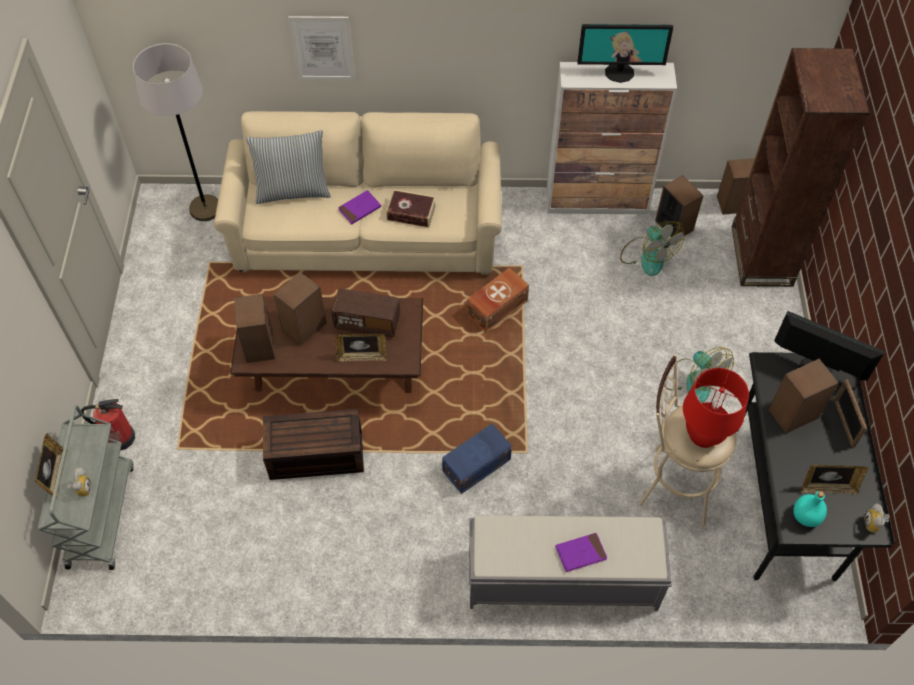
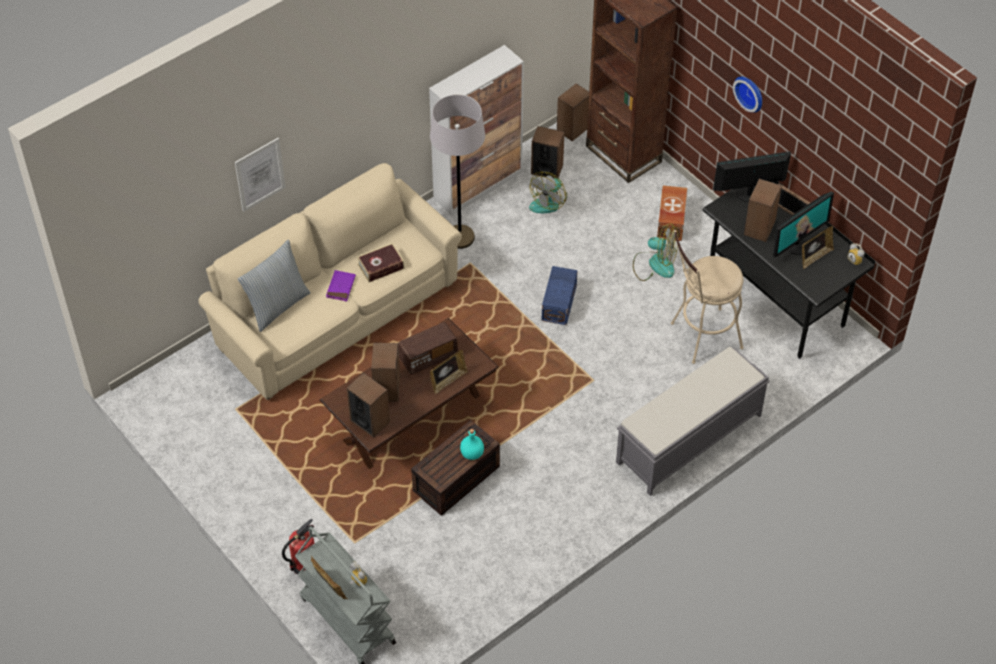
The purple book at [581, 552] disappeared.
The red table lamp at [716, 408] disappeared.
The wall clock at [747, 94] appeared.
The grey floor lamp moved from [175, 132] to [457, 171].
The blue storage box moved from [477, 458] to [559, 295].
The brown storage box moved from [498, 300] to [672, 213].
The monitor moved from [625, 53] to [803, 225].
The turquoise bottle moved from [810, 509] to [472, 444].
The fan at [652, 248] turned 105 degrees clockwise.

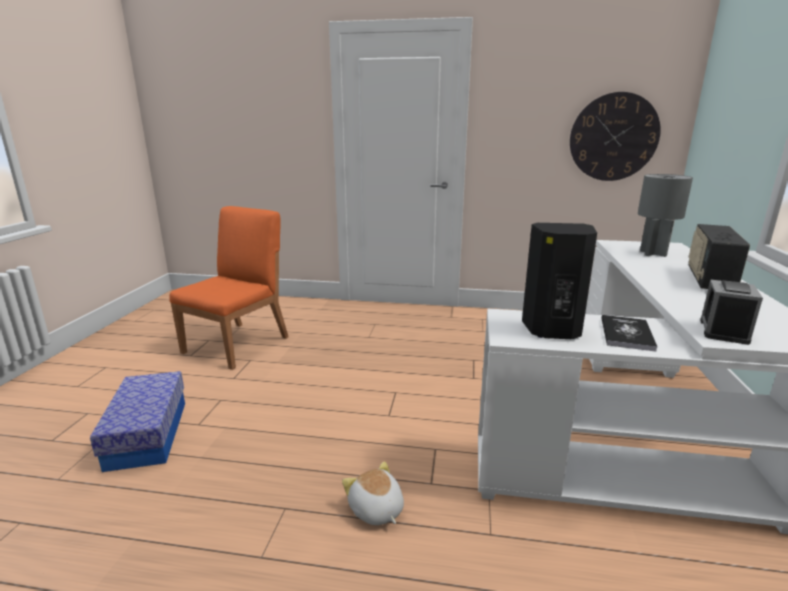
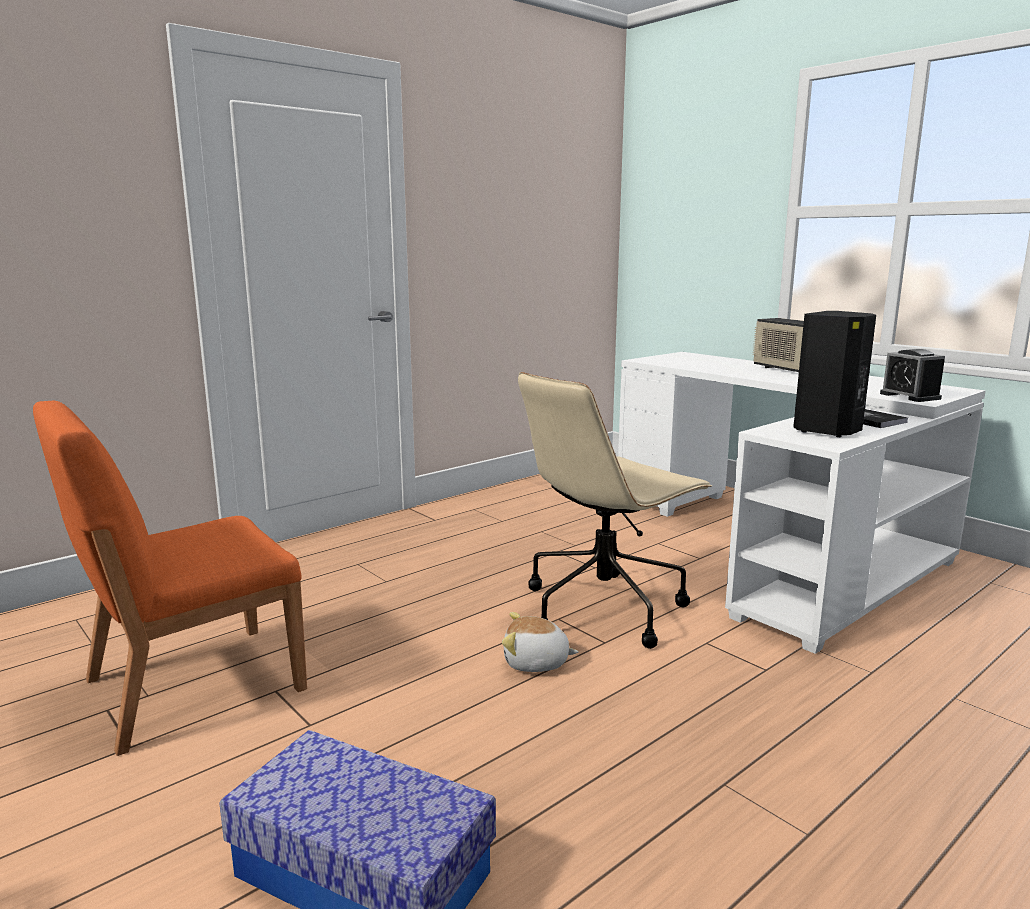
The wall clock at [615, 136] disappeared.
The grey table lamp at [665, 215] disappeared.
The beige office chair at [615, 510] appeared.
The plush toy moved from [373, 493] to [540, 642].
The orange chair at [229, 288] turned 105 degrees counterclockwise.

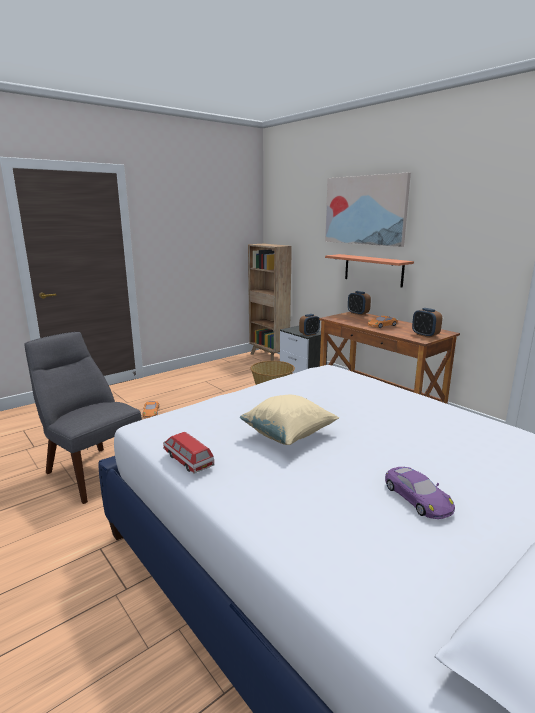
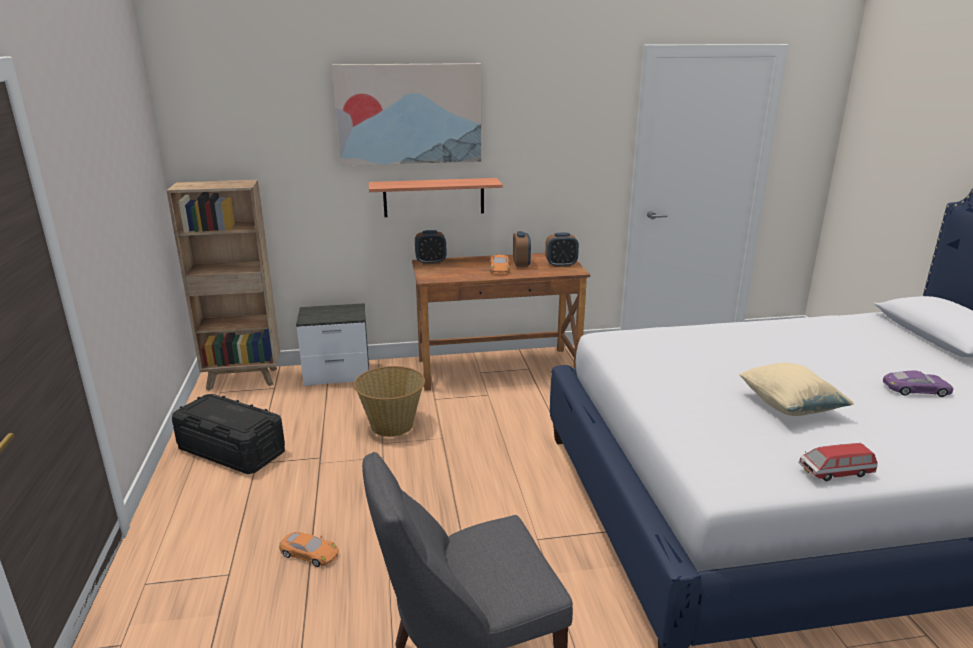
The black storage box at [228, 434] appeared.
The alarm clock moved from [309, 325] to [522, 249].

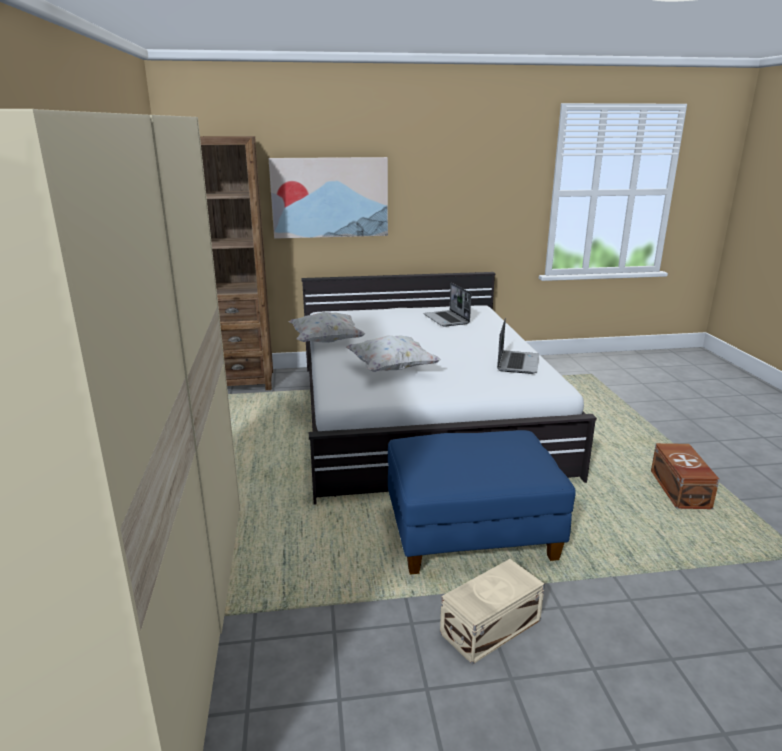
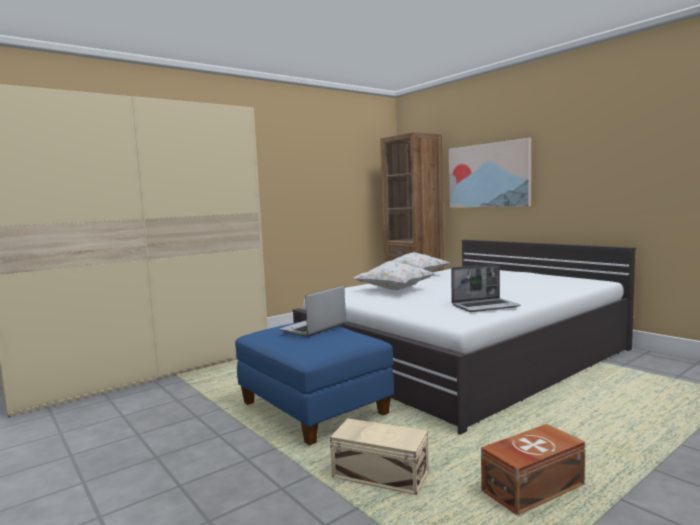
The laptop moved from [447, 305] to [312, 311].
The beige storage box moved from [492, 612] to [379, 456].

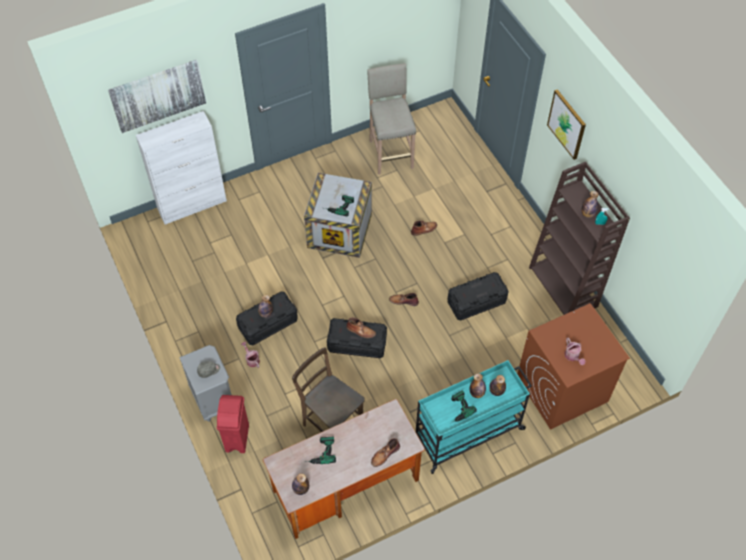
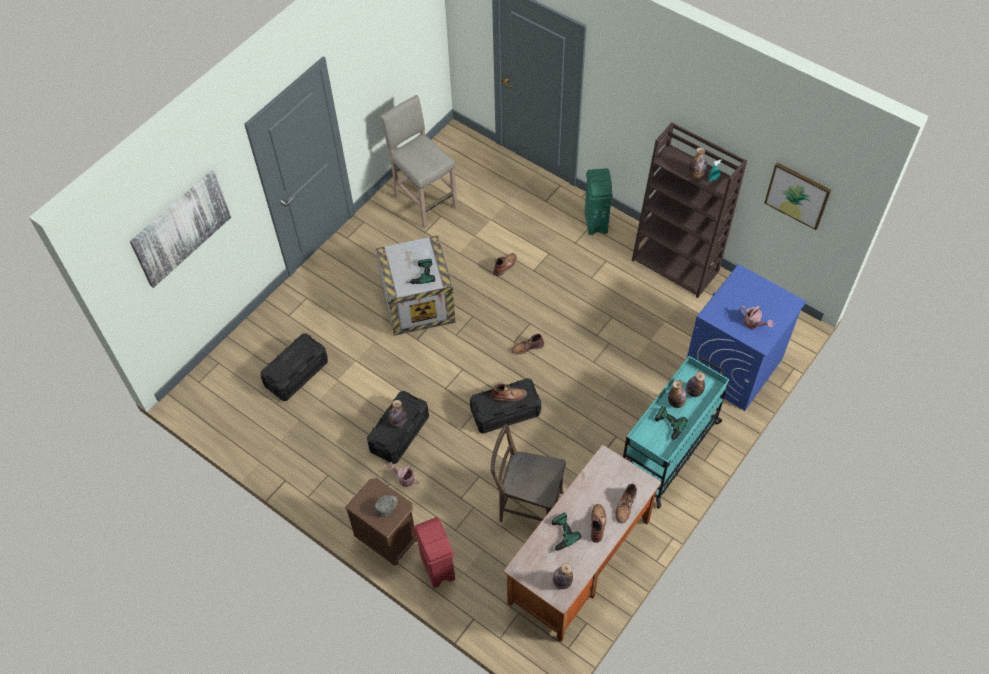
The white cabinet at [181, 167] disappeared.
The green trash can at [599, 201] appeared.
The brown boot at [598, 523] appeared.
The black storage box moved from [478, 296] to [294, 367].
The picture moved from [566, 124] to [797, 196].
The grey nightstand at [205, 383] became the brown nightstand at [381, 522].
The brown washing machine at [573, 366] became the blue washing machine at [747, 337].

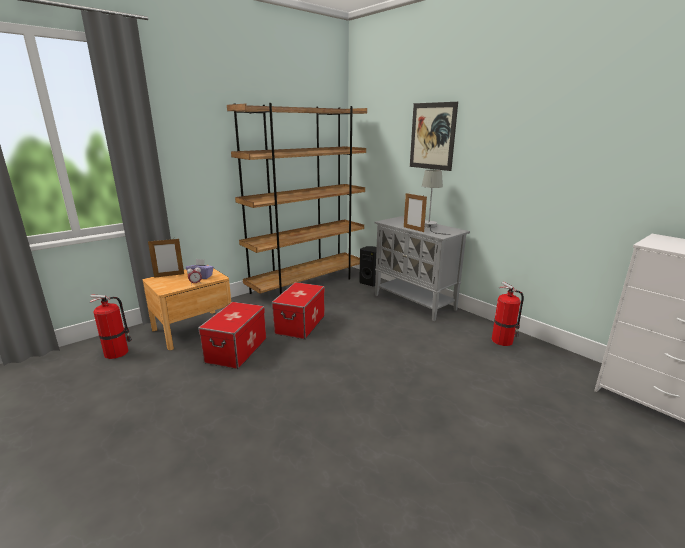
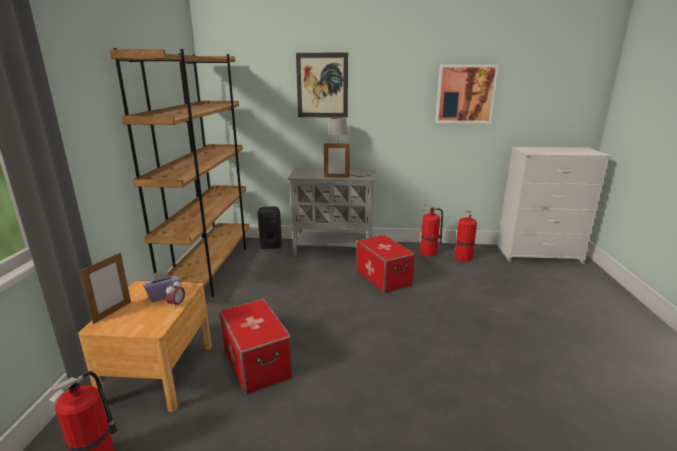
The picture at [467, 94] appeared.
The fire extinguisher at [466, 236] appeared.
The storage box moved from [298, 310] to [386, 264].

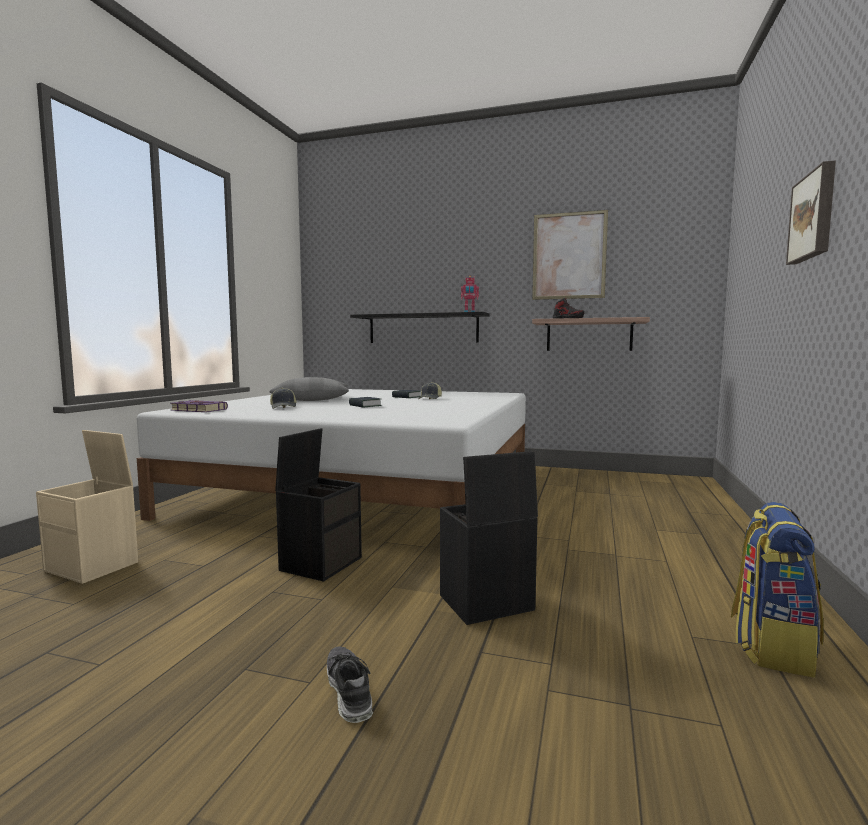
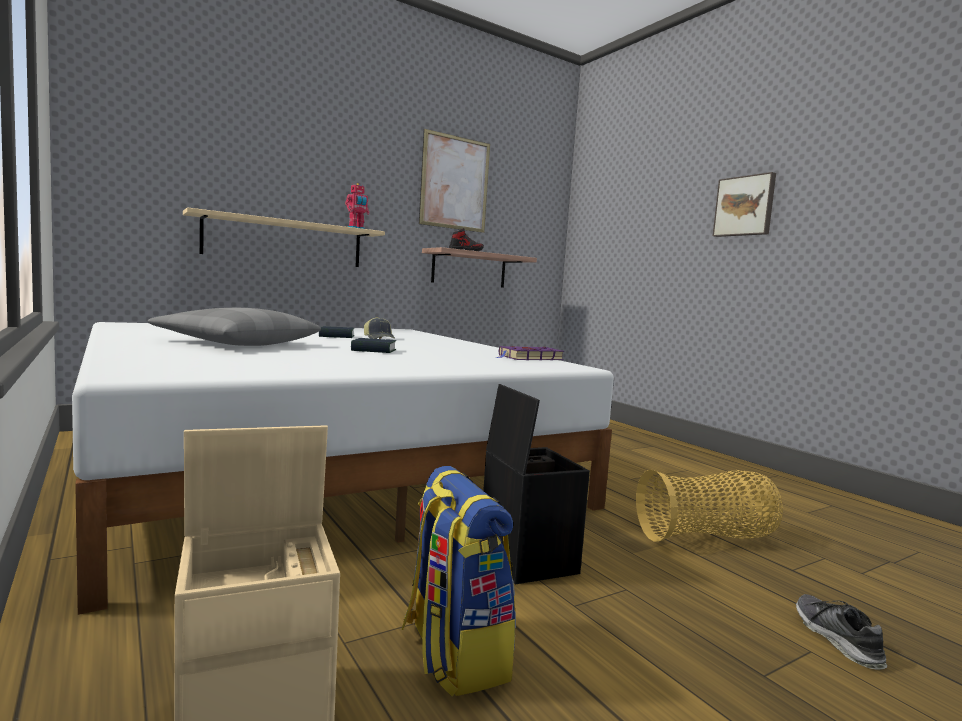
The cap at [283, 398] disappeared.
The purple book moved from [199, 406] to [530, 353].
The backpack moved from [777, 590] to [458, 581].
The black storage box at [489, 538] was replaced by the basket at [709, 505].
The black shelf at [420, 327] became the beige shelf at [284, 237].
The shoe at [350, 684] turned 60 degrees clockwise.

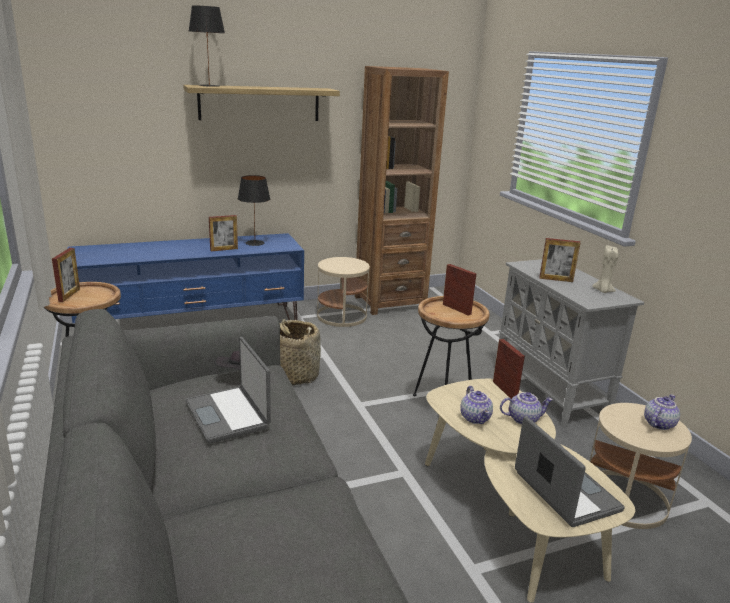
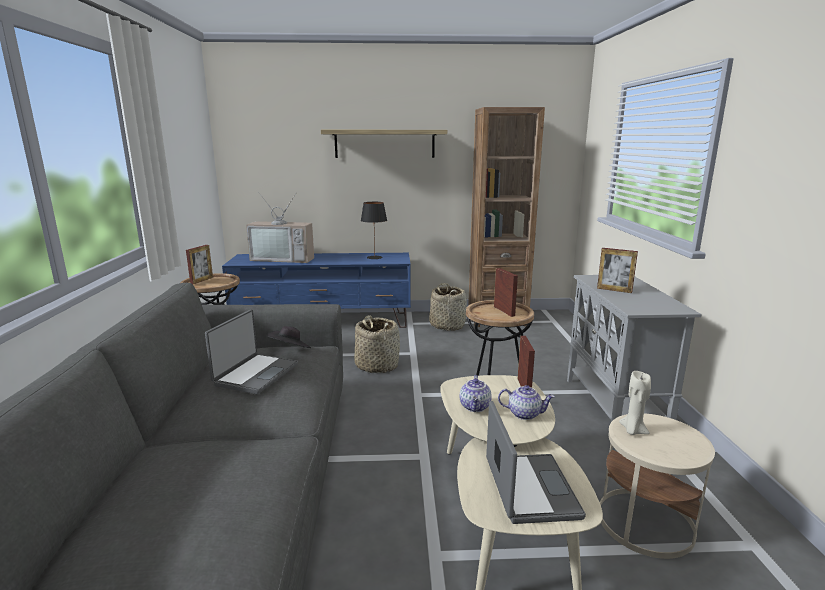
The black table lamp at [207, 46] disappeared.
The picture frame at [223, 233] disappeared.
The teapot at [662, 412] disappeared.
The television at [280, 227] appeared.
The beige candle moved from [605, 269] to [635, 403].
The beige side table at [343, 292] was replaced by the basket at [448, 307].
The laptop at [228, 390] turned 150 degrees counterclockwise.

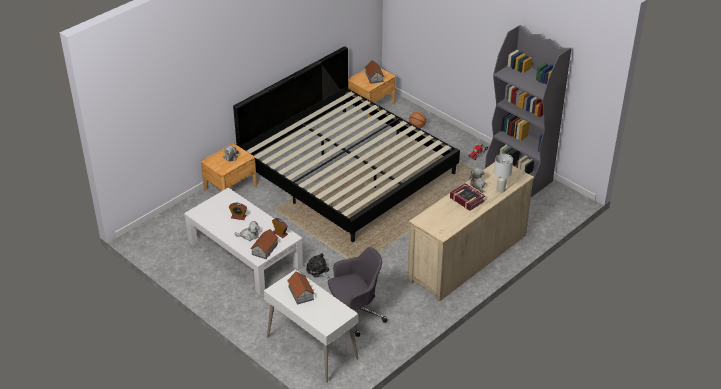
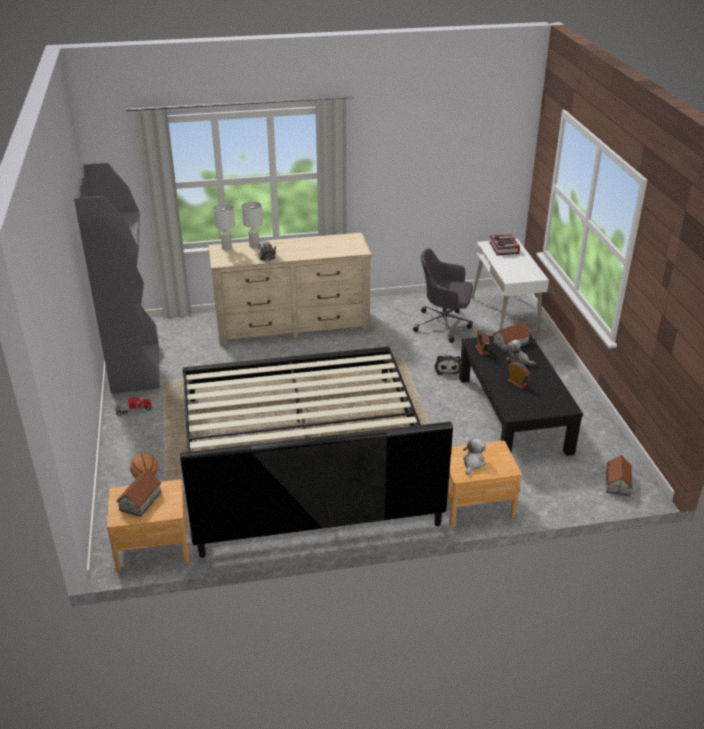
The white table lamp at [224, 227] appeared.
The toy house moved from [301, 288] to [619, 475].
The book moved from [467, 197] to [504, 244].
The white coffee table at [243, 241] became the black coffee table at [521, 394].

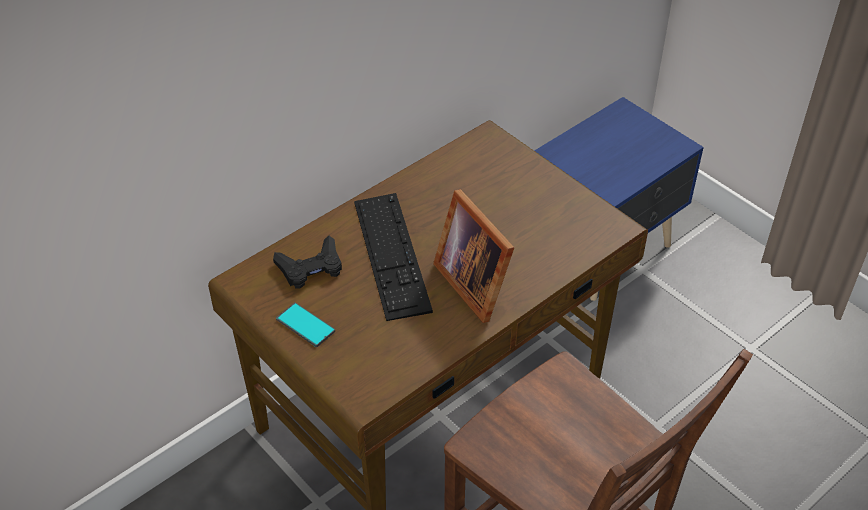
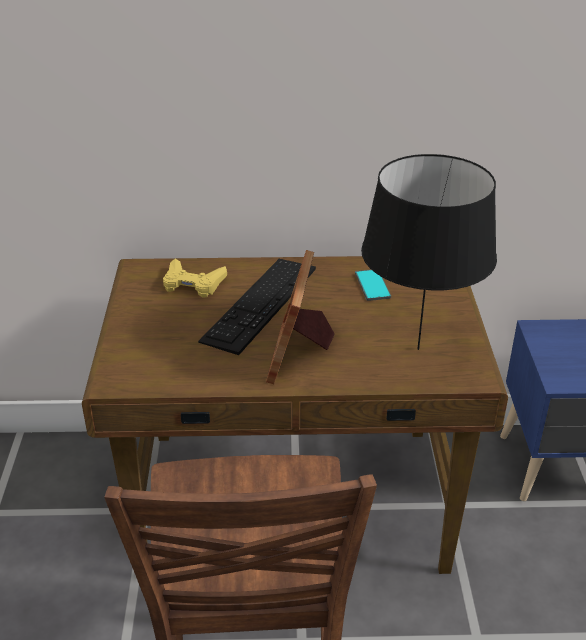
The black table lamp at [429, 252] appeared.
The phone moved from [305, 324] to [373, 285].
The black game controller at [307, 262] became the yellow game controller at [195, 278].

